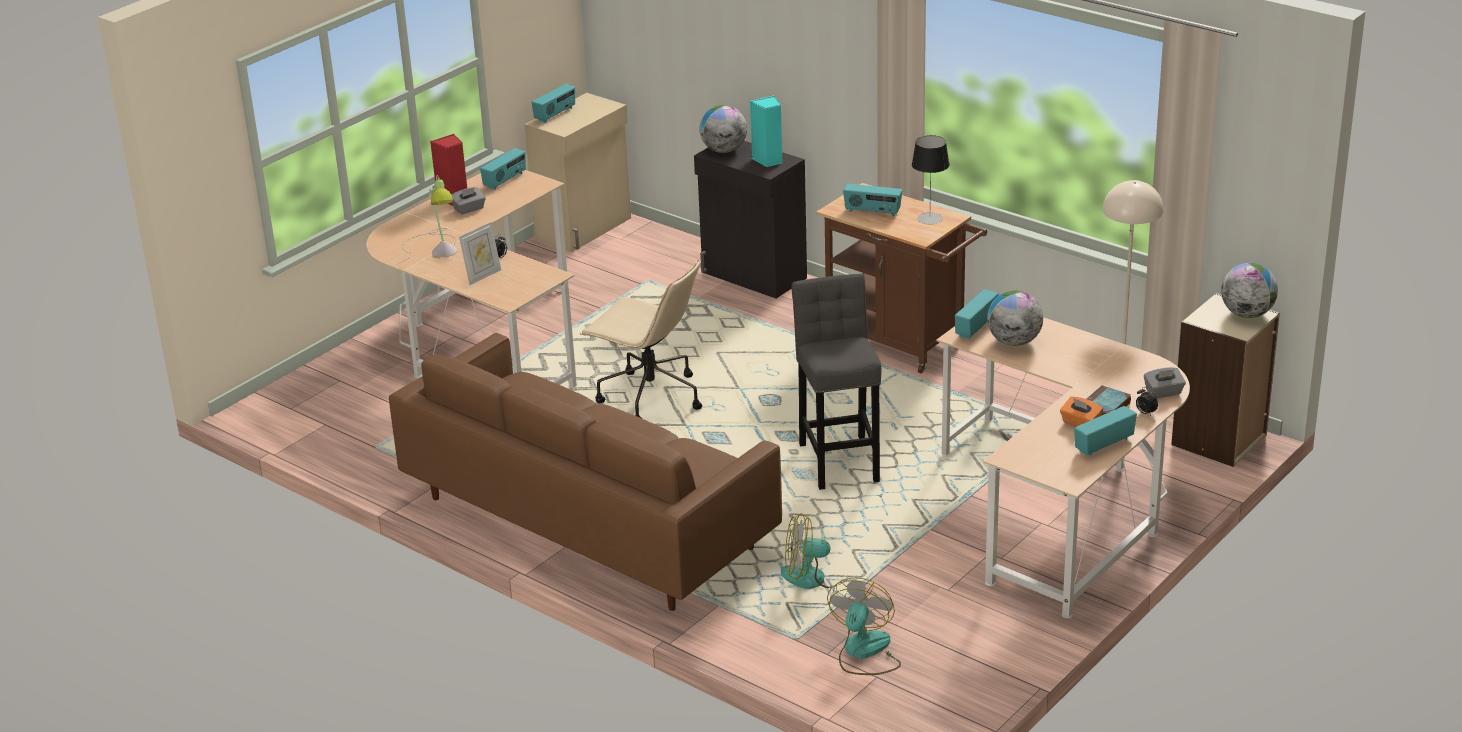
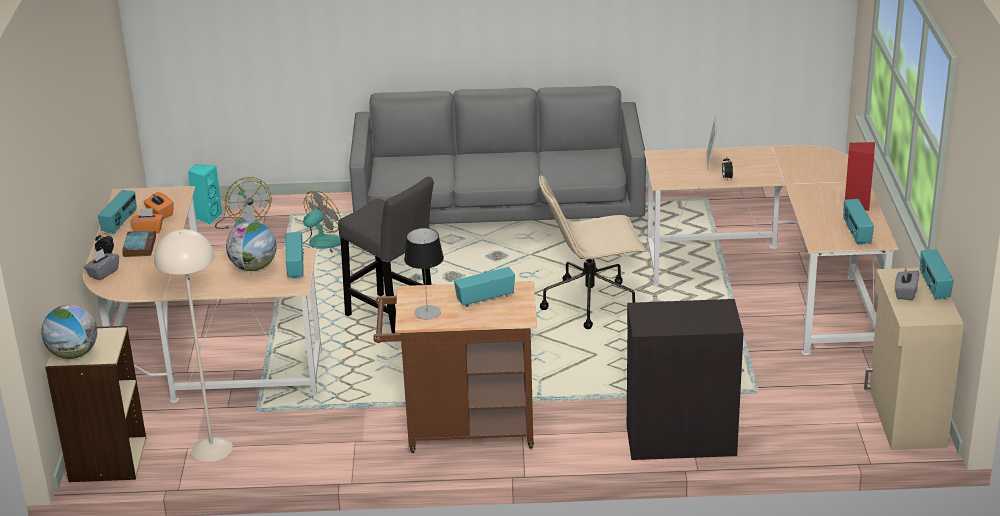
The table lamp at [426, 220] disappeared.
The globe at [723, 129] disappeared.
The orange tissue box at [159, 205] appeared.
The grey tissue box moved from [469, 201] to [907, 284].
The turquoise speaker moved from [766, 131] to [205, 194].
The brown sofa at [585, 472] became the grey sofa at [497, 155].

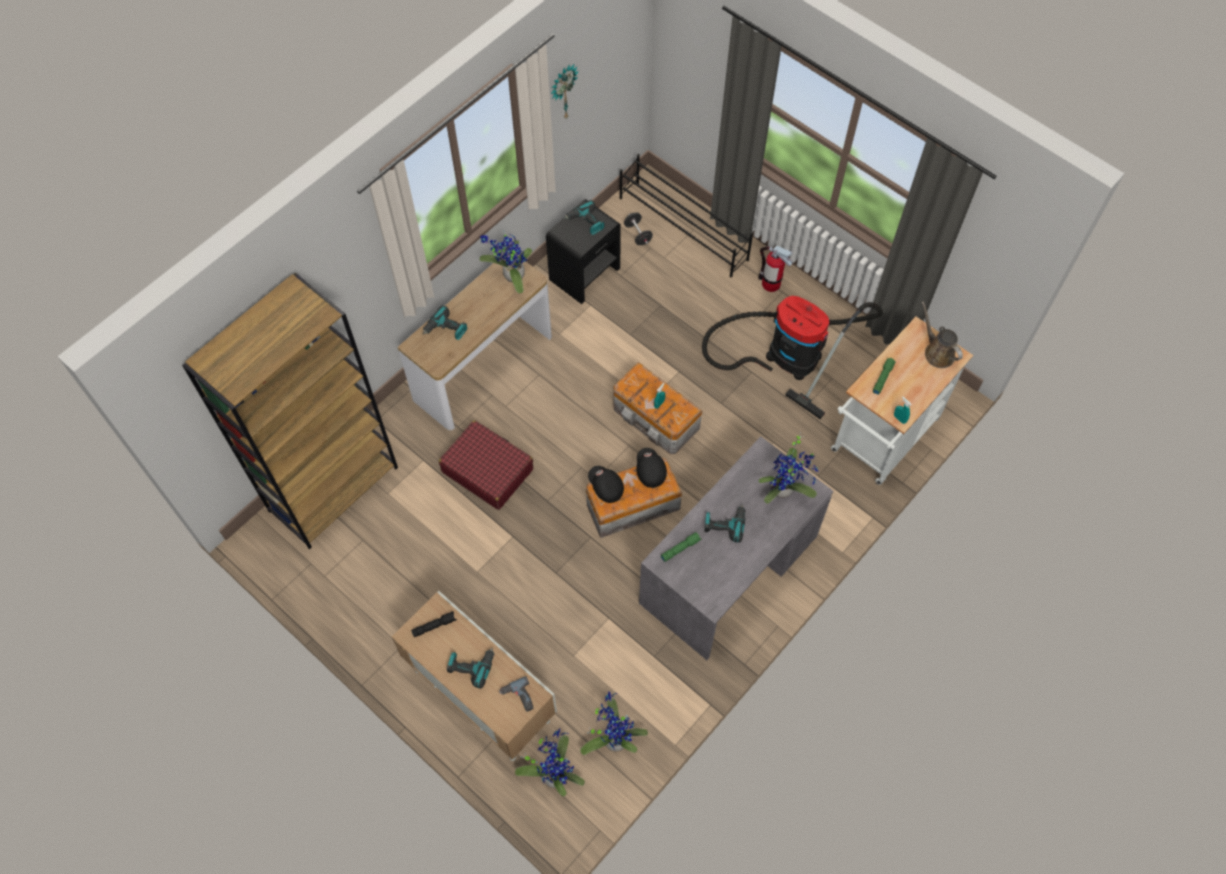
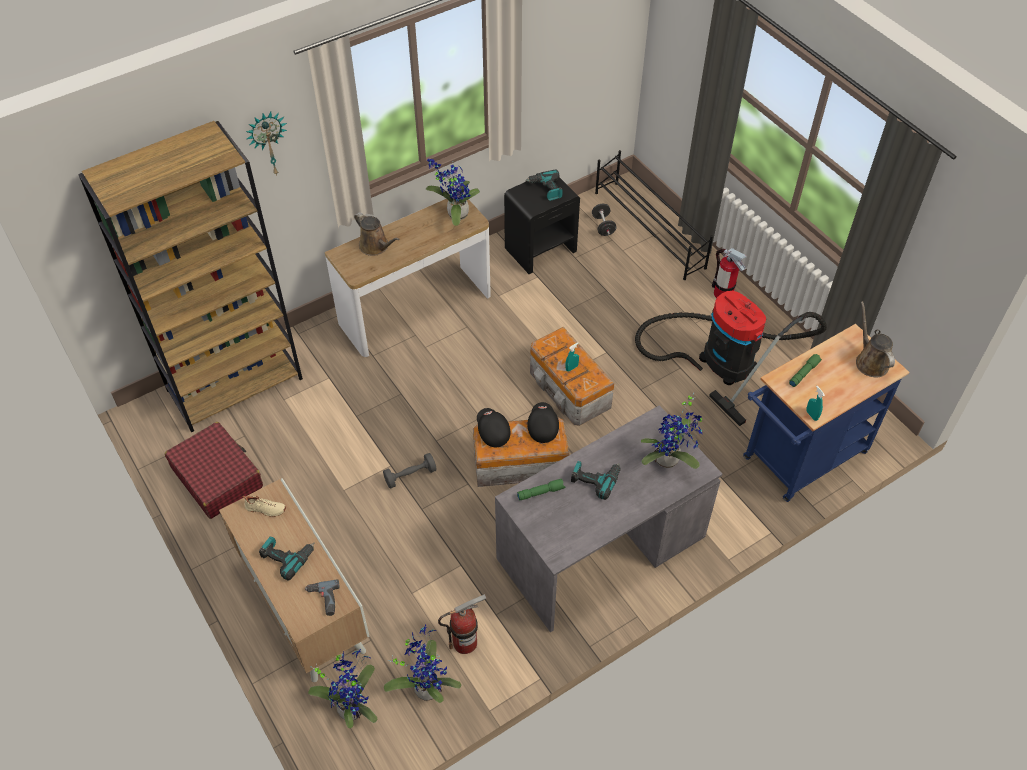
The grey dumbbell at [410, 470] appeared.
The fire extinguisher at [462, 624] appeared.
The red suitcase moved from [486, 465] to [214, 470].
The wall clock moved from [565, 92] to [266, 144].
The black flashlight at [434, 624] was replaced by the beige shoe at [264, 506].
The power drill at [445, 322] was replaced by the brown watering can at [376, 234].
The white cart at [902, 401] became the blue cart at [826, 413].

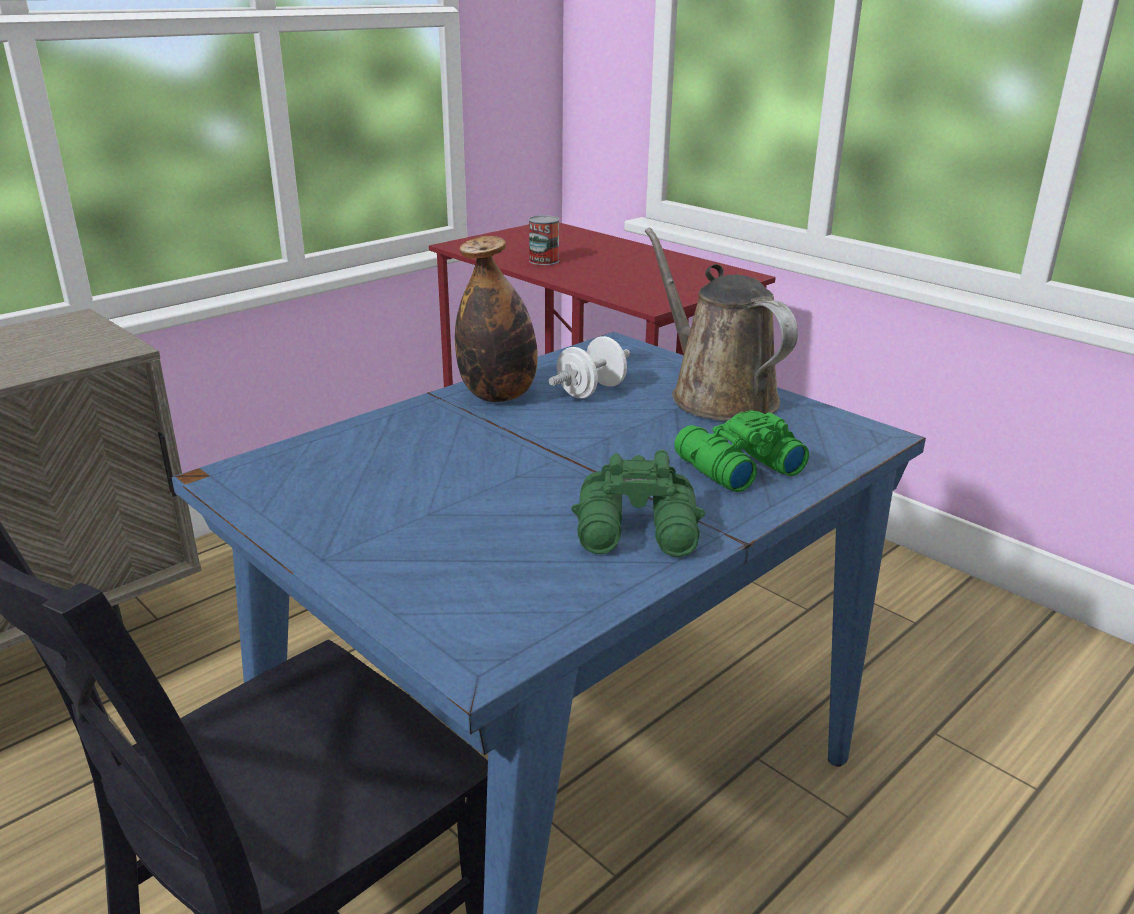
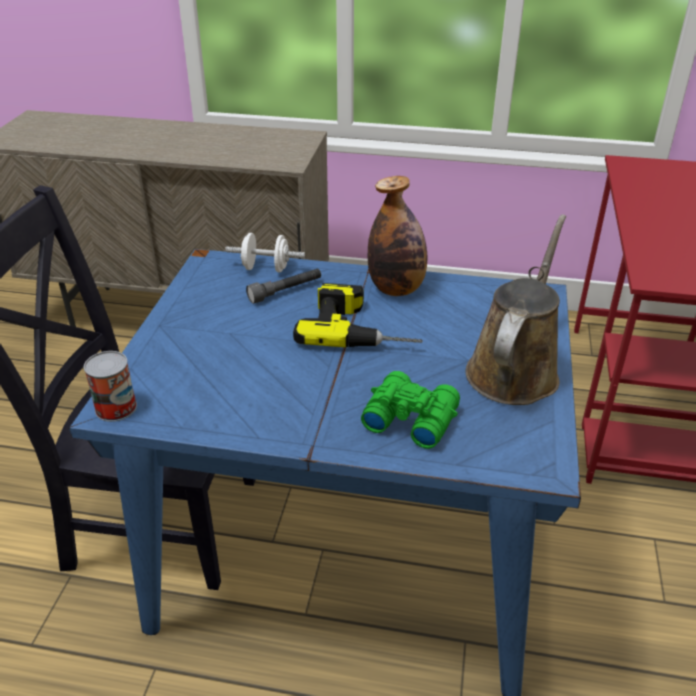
The green binoculars at [638, 503] disappeared.
The grey flashlight at [283, 286] appeared.
The power drill at [358, 315] appeared.
The can moved from [544, 240] to [110, 386].
The white dumbbell moved from [590, 367] to [265, 252].

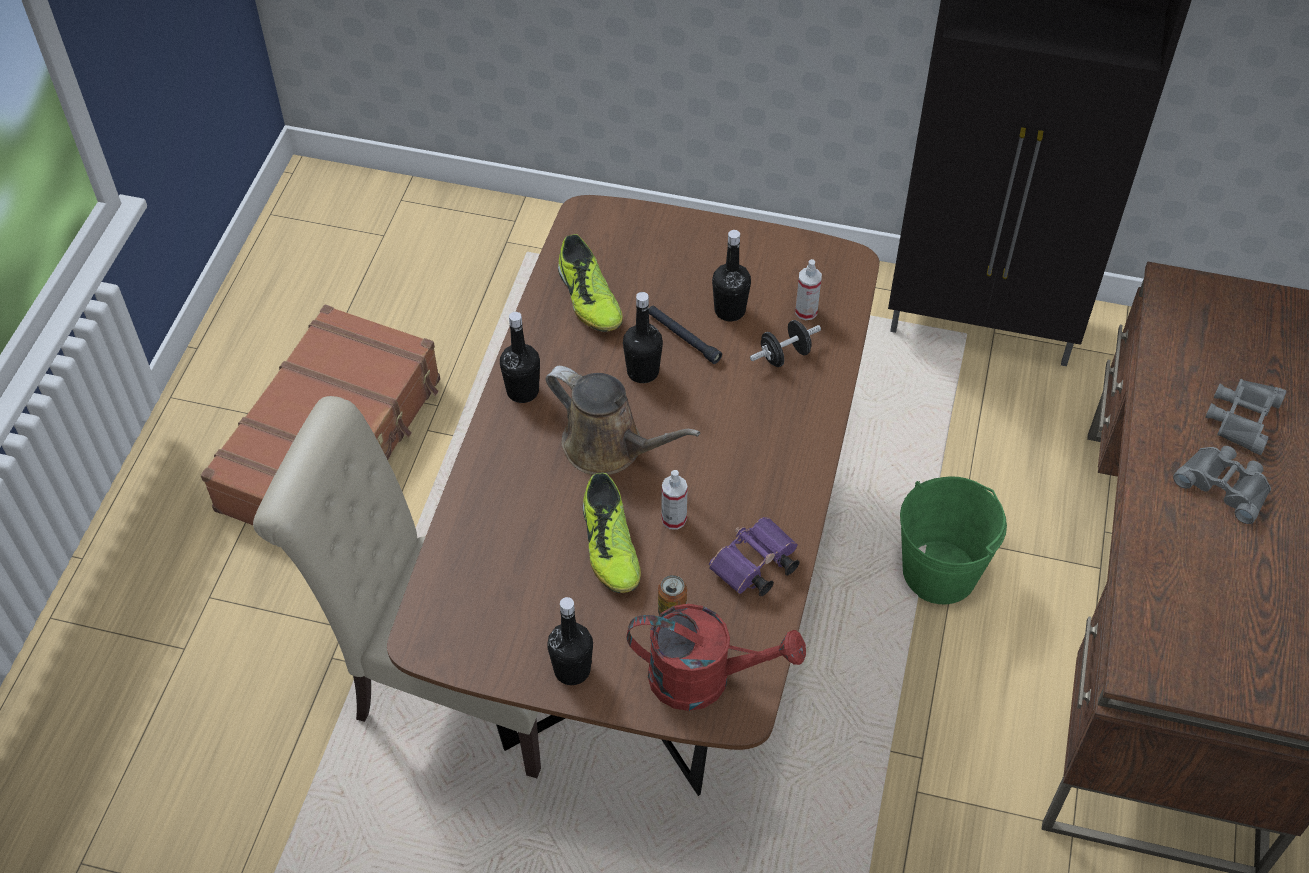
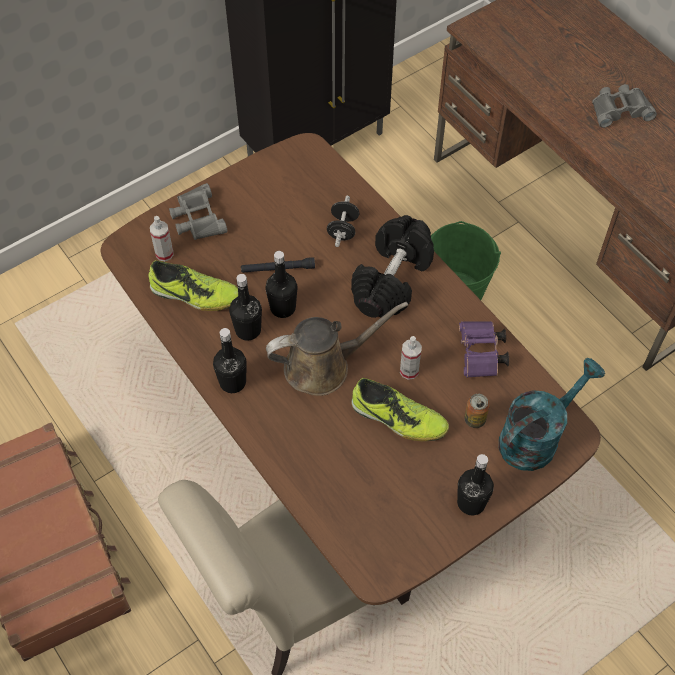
The black dumbbell at [392, 266] appeared.
The black bottle moved from [731, 275] to [245, 307].
The spray bottle moved from [808, 289] to [162, 238].
The grey binoculars moved from [1246, 417] to [198, 211].
The red watering can at [716, 657] became the turquoise watering can at [552, 414].

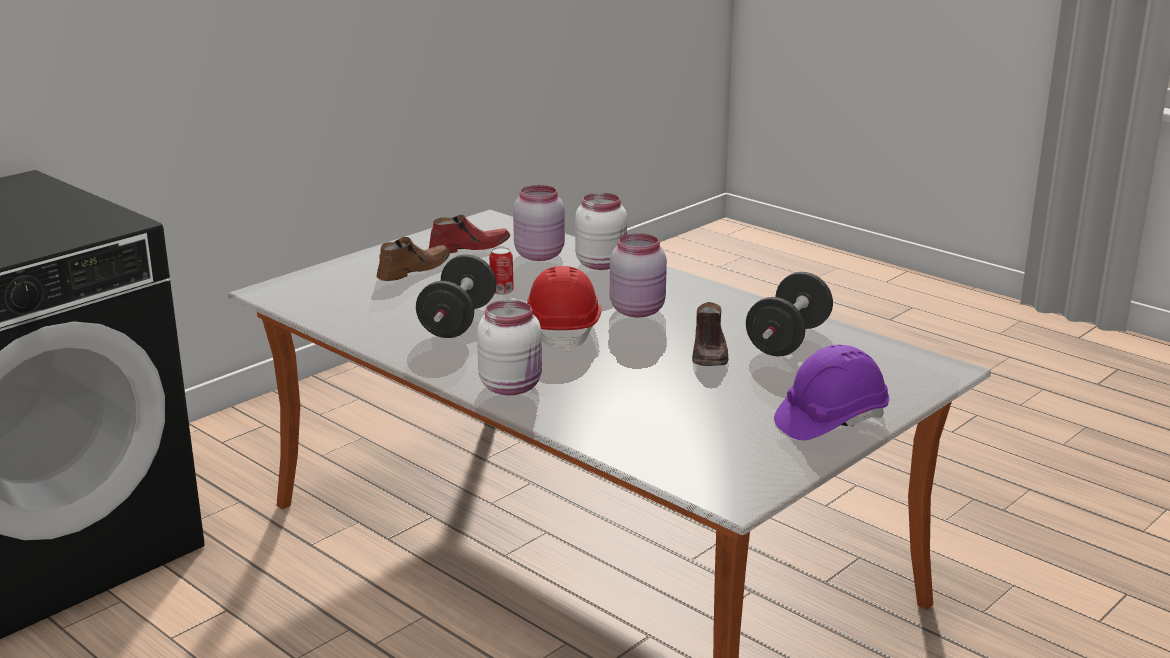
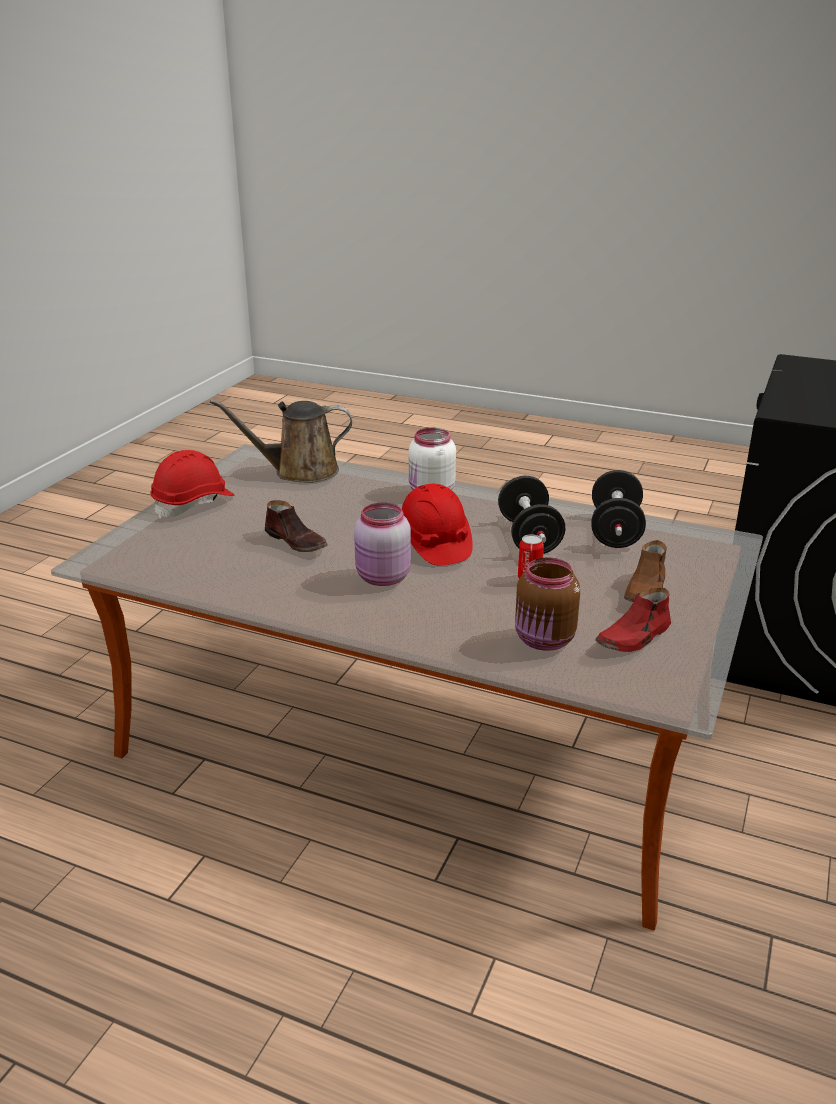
The white jar at [601, 231] disappeared.
The brown watering can at [281, 441] appeared.
The black dumbbell moved from [789, 314] to [618, 509].
The pink jar at [539, 223] became the brown jar at [547, 604].
The purple hard hat at [832, 392] became the red hard hat at [192, 484].
The brown shoe at [710, 334] turned 150 degrees clockwise.

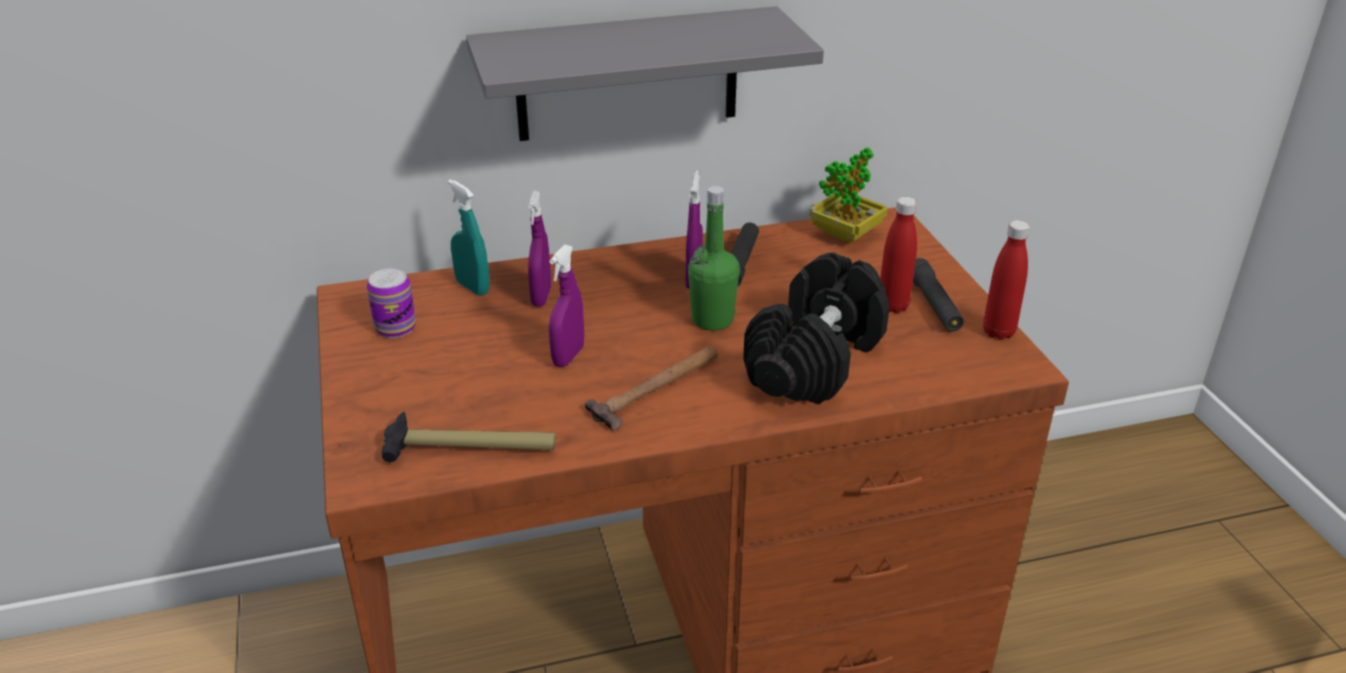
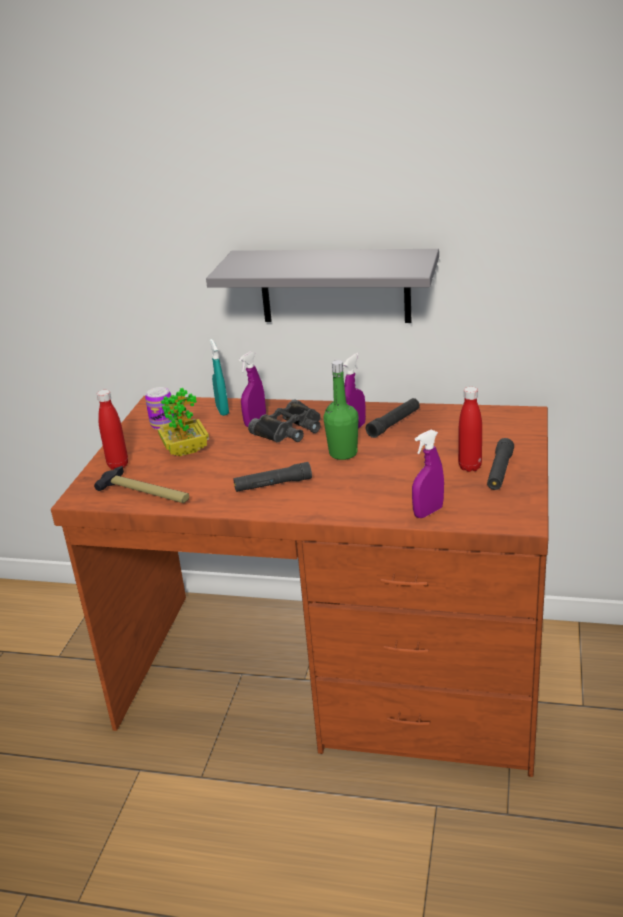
The black dumbbell at [816, 328] disappeared.
The black binoculars at [284, 421] appeared.
The purple spray bottle moved from [566, 306] to [428, 474].
The potted plant moved from [848, 195] to [183, 422].
The red bottle moved from [1006, 280] to [112, 430].
The hammer at [651, 388] was replaced by the black flashlight at [272, 477].

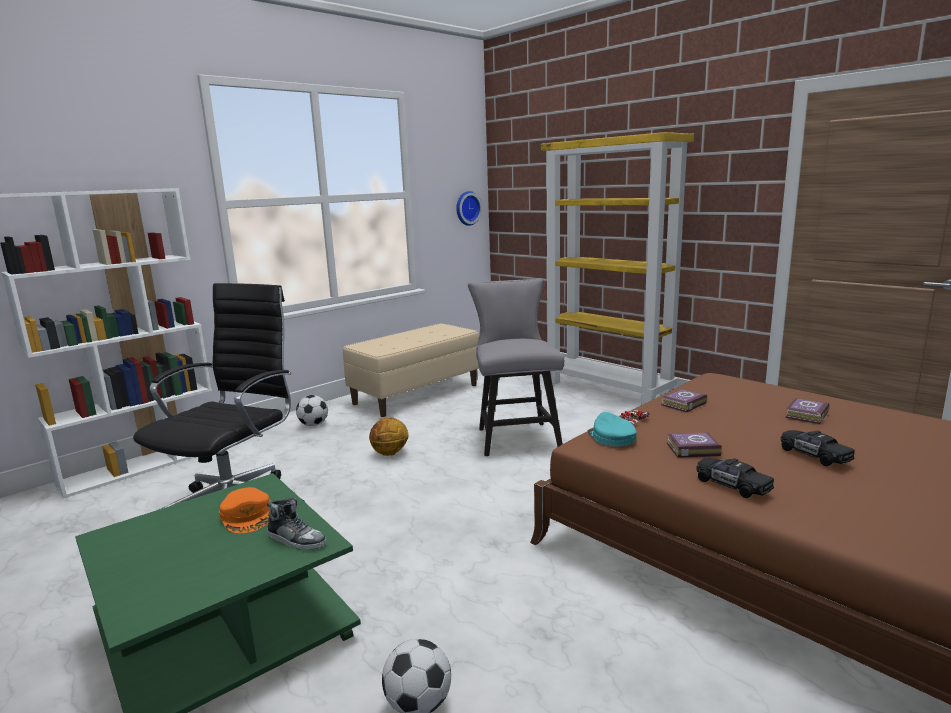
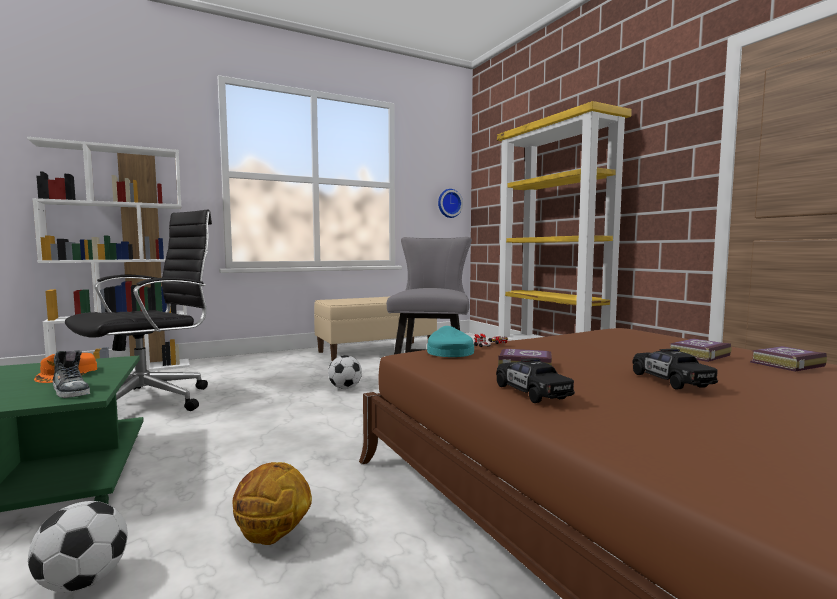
The football moved from [312, 410] to [345, 372].
The basketball moved from [389, 436] to [272, 503].
The book moved from [684, 400] to [788, 358].

